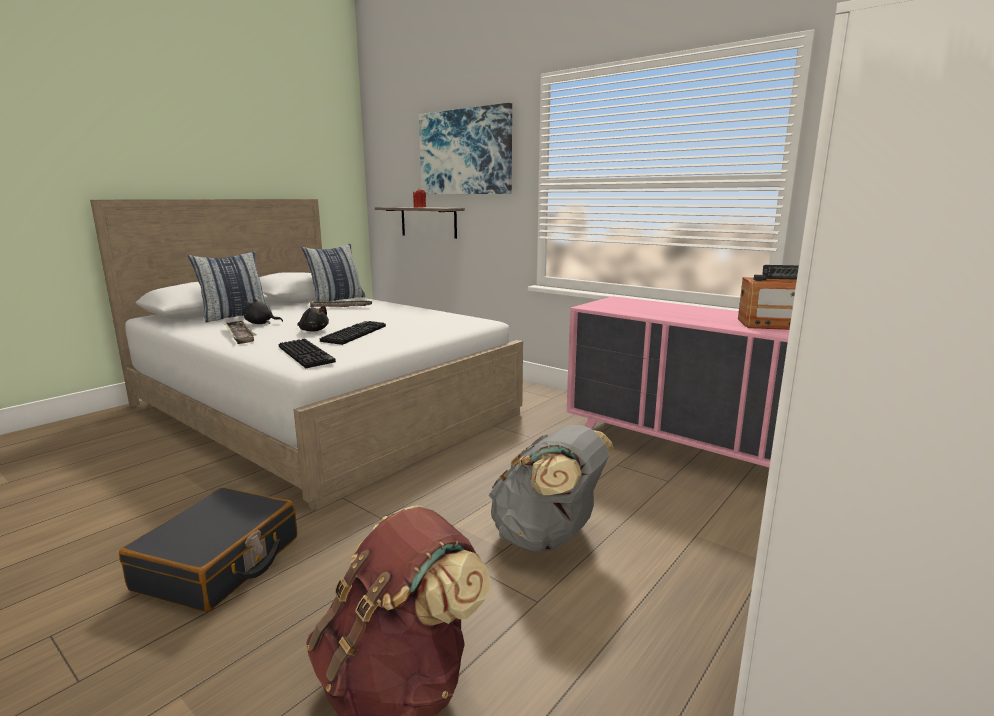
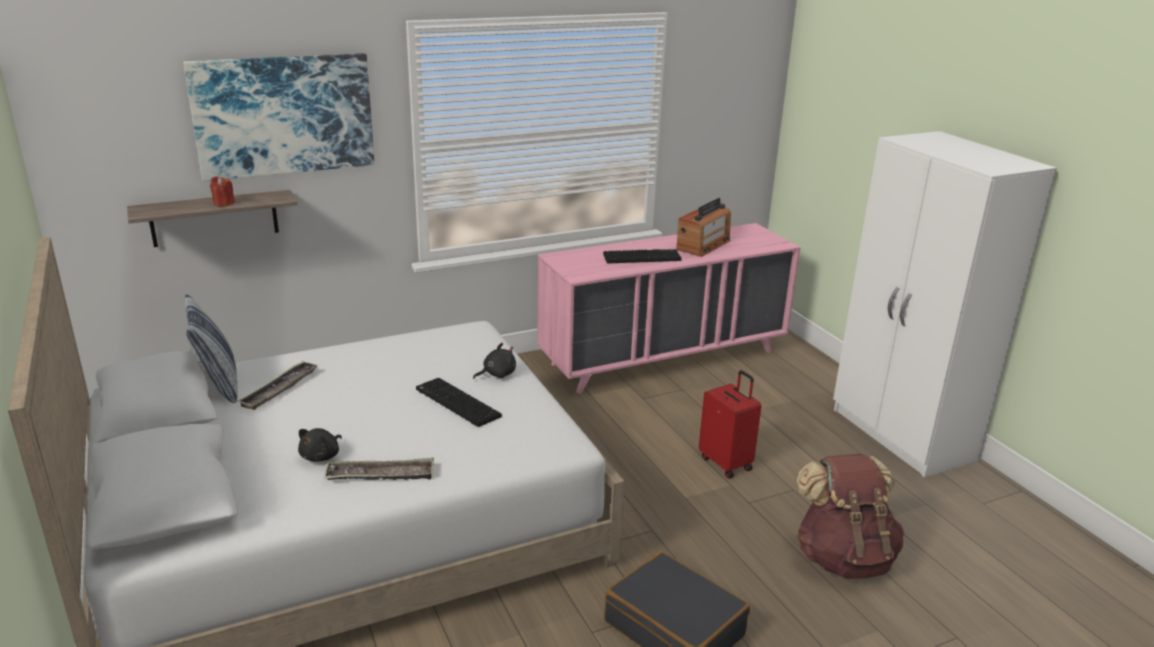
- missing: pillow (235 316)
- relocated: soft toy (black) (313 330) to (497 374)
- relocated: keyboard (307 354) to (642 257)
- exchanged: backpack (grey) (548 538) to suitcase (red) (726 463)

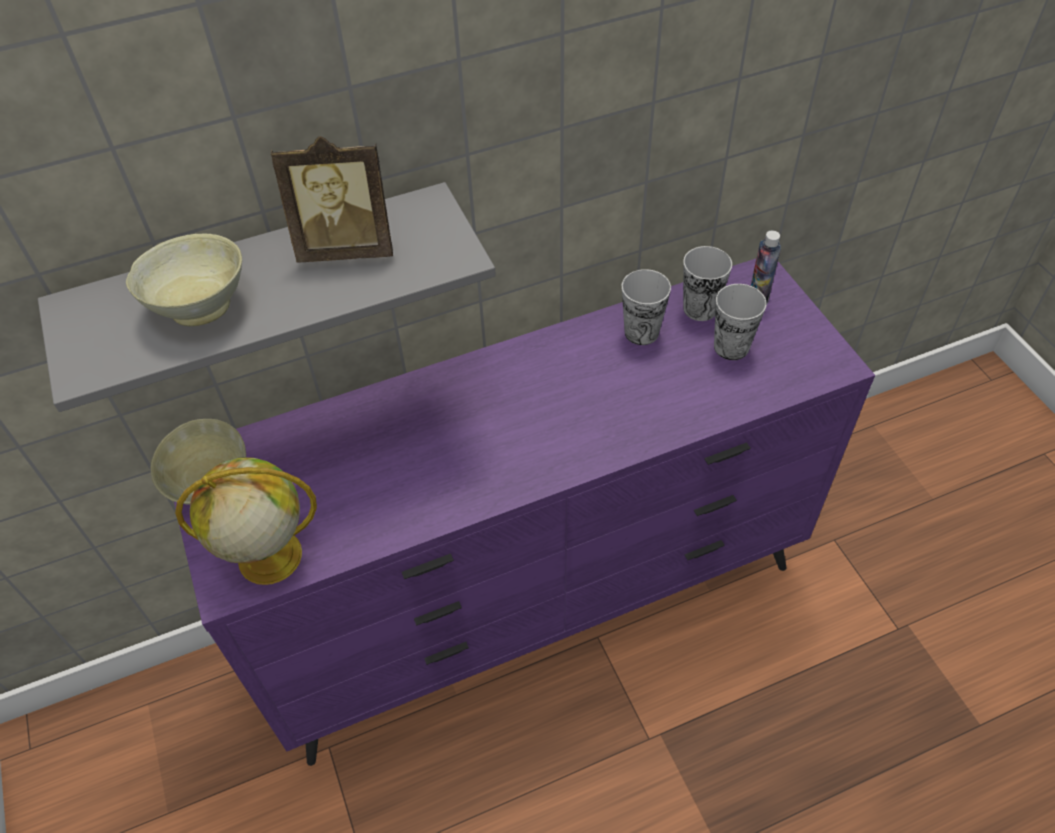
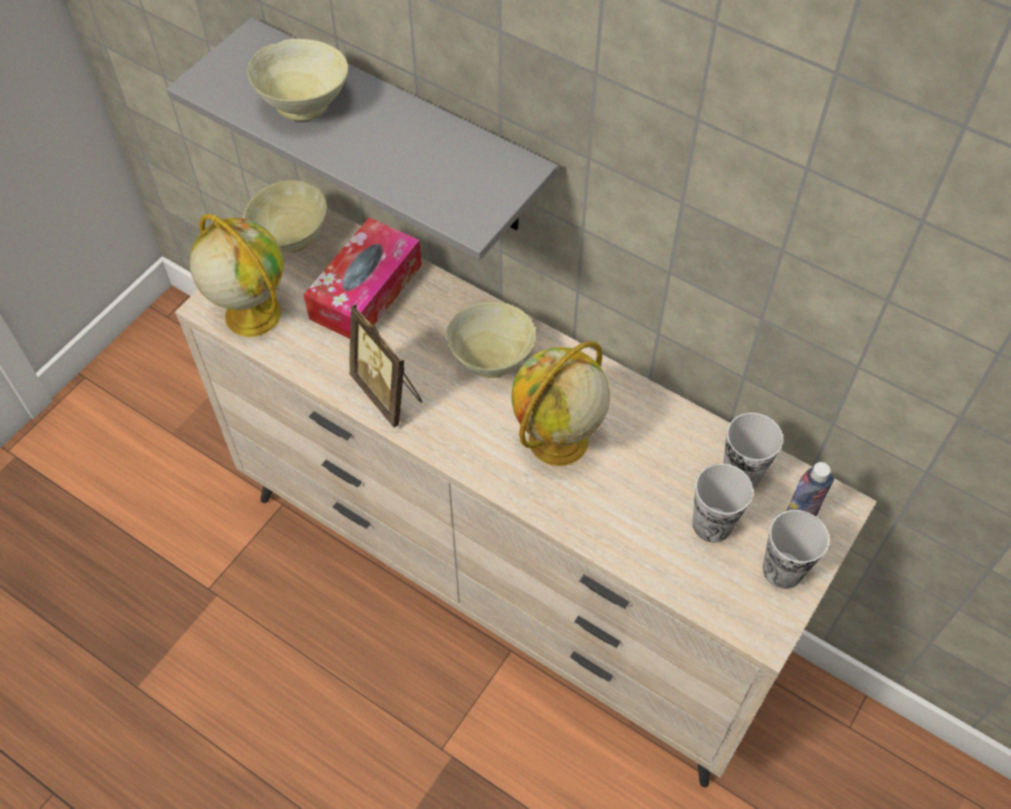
- relocated: photo frame (347 248) to (388 393)
- colour: chest of drawers (purple) (537 604) to chest of drawers (sand-coloured) (508 582)
- relocated: cup (641 332) to (783 570)
- appeared: tissue holder (366 291)
- appeared: deep dish (sand-coloured) (492 358)
- appeared: desk globe (557 442)

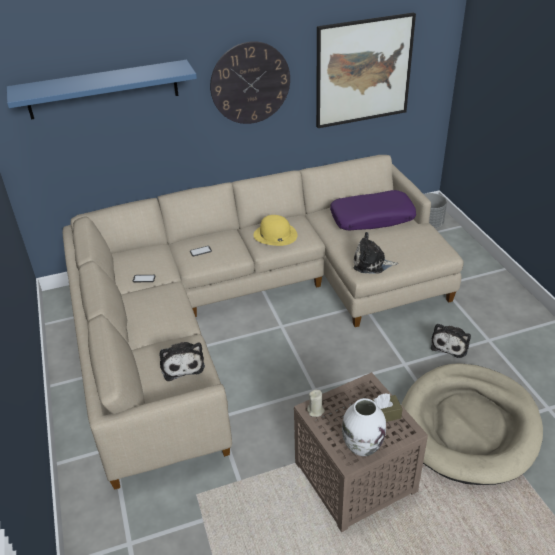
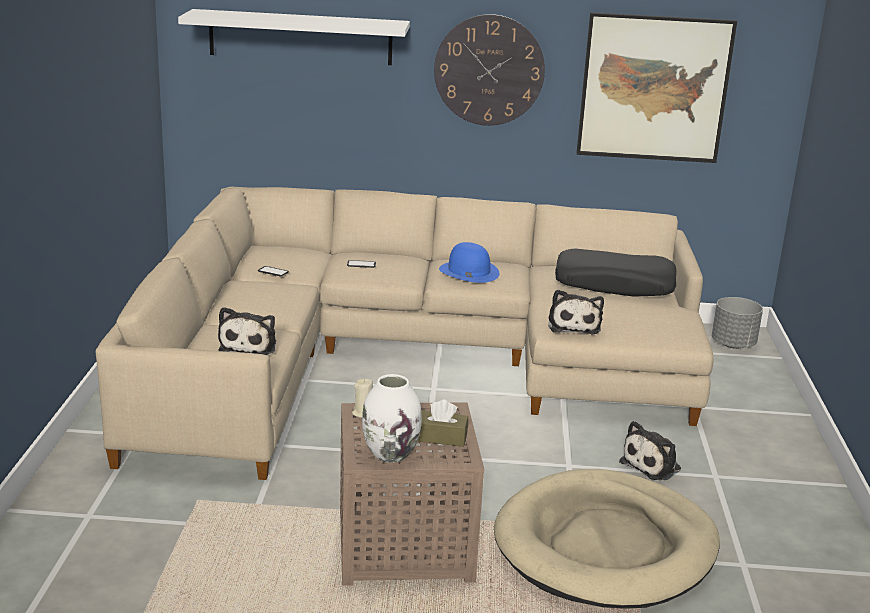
- colour: shelf (blue) (103 89) to shelf (whitish) (300 37)
- colour: pillow (purple) (372 218) to pillow (black) (614 285)
- colour: hat (yellow-coloured) (275 235) to hat (blue) (468 271)
- spun: soft toy (371 263) = (573 325) 120 degrees counterclockwise

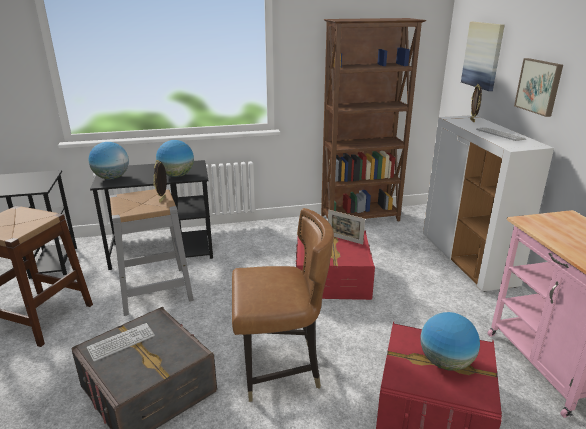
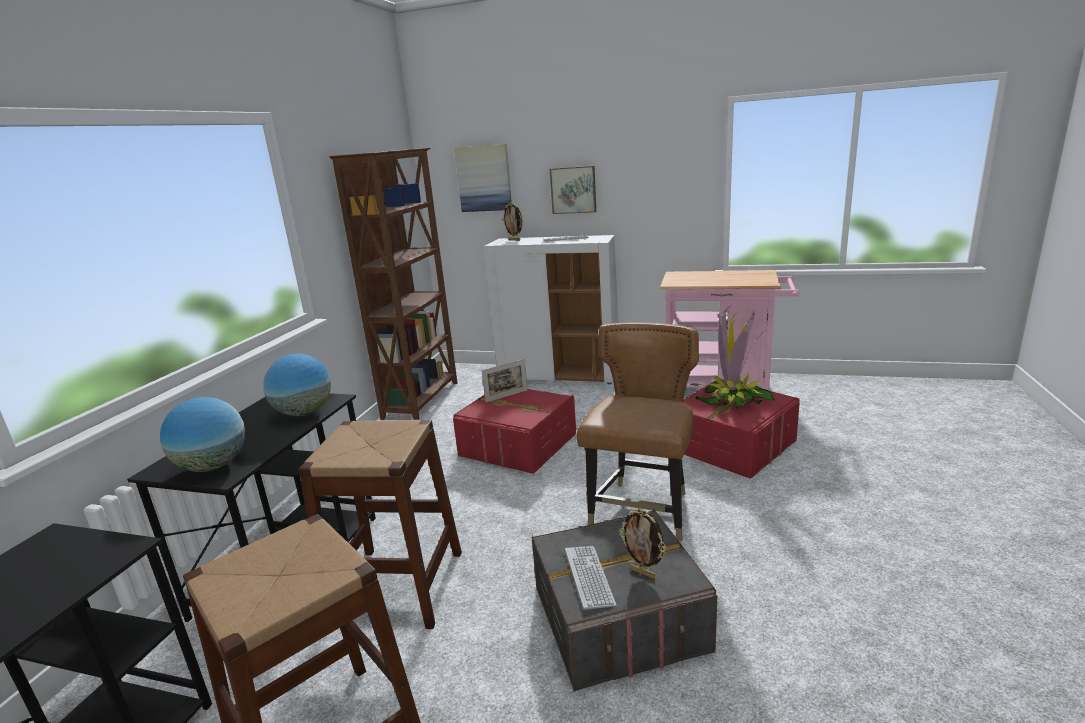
- relocated: photo frame (163 199) to (643 573)
- colour: stool (grey) (155 290) to stool (brownish) (397 586)
- exchanged: desk globe (445 362) to potted plant (733 400)

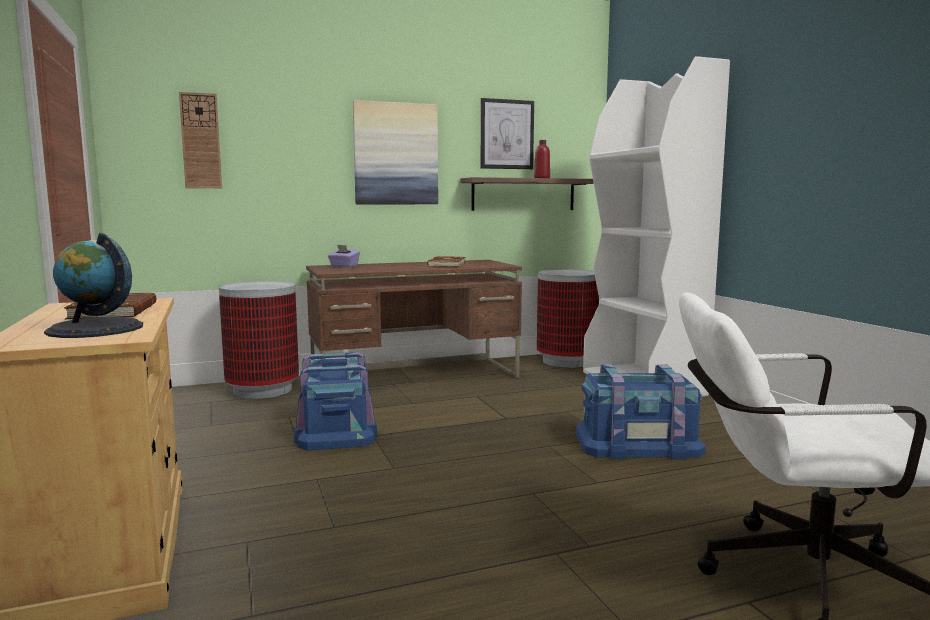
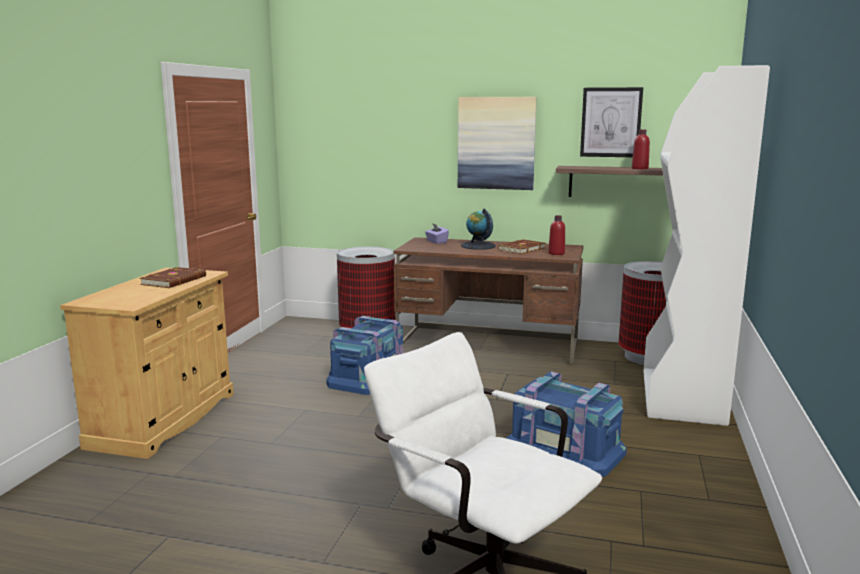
- missing: clock on the wall (201 141)
- relocated: desk globe (95 329) to (478 246)
- appeared: bottle (red) (556 253)

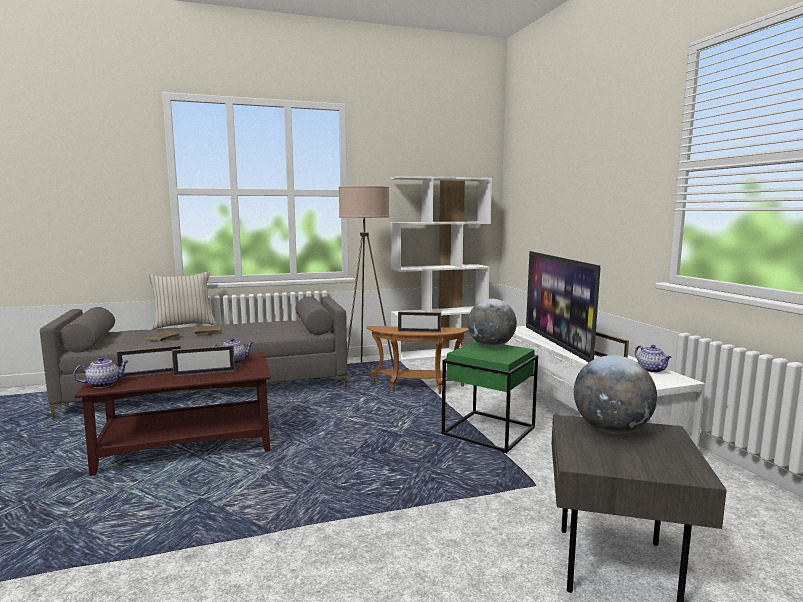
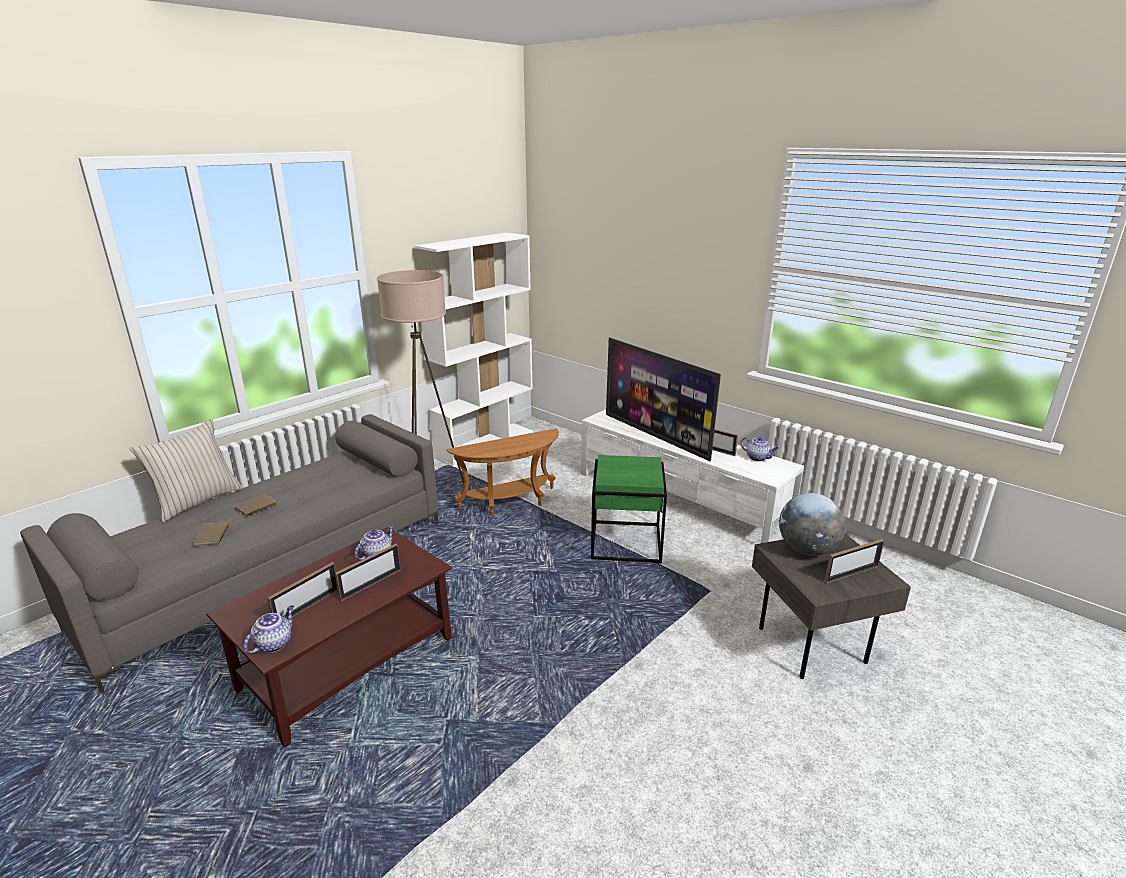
- missing: desk globe (491 346)
- relocated: photo frame (419 331) to (851 574)

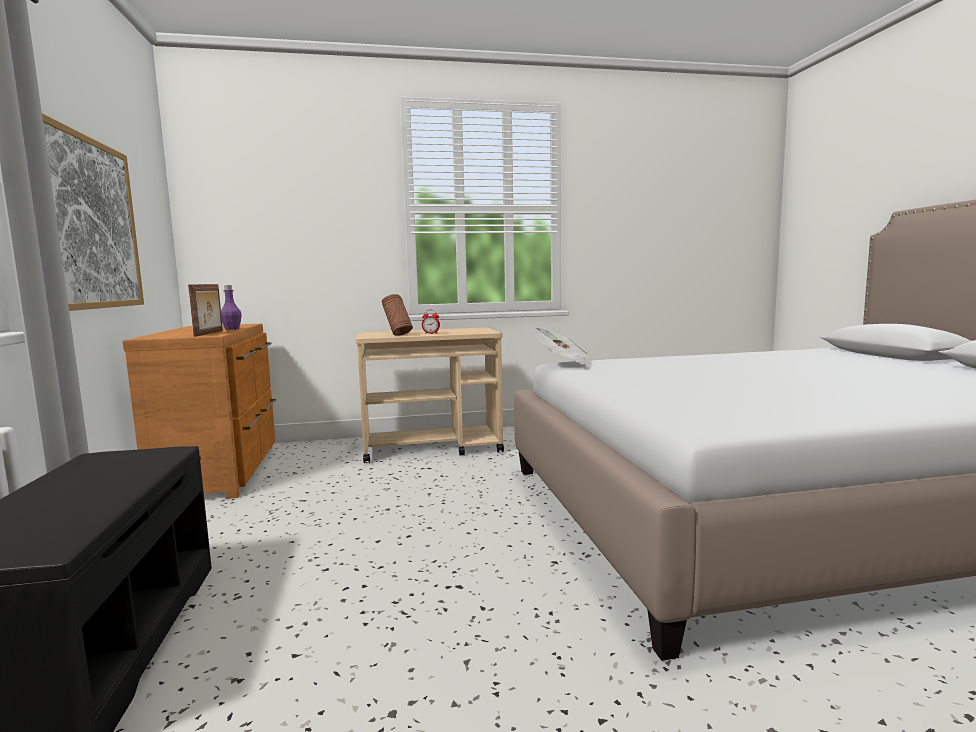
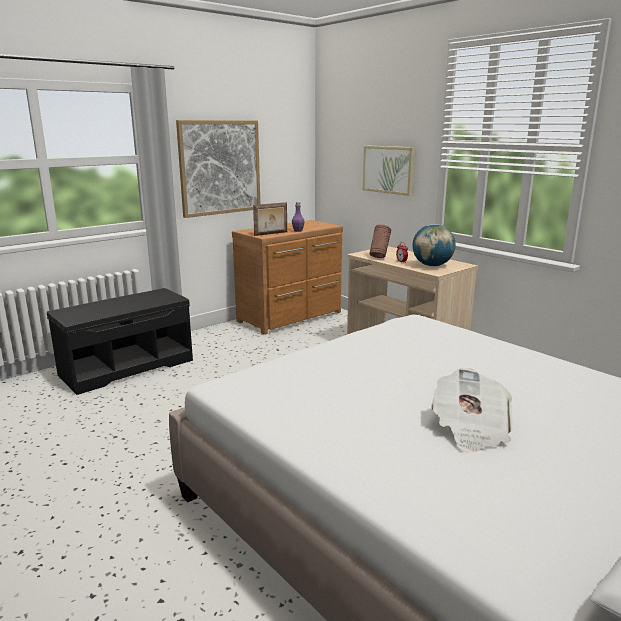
- relocated: printed paper (564 363) to (470 430)
- appeared: wall art (388 169)
- appeared: desk globe (432 265)

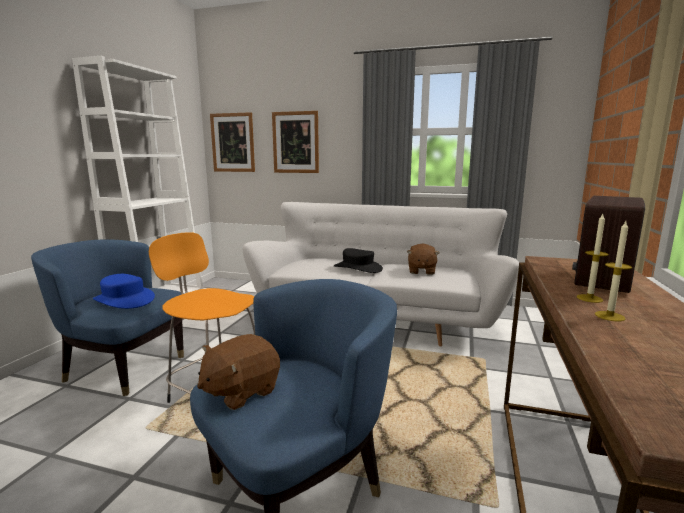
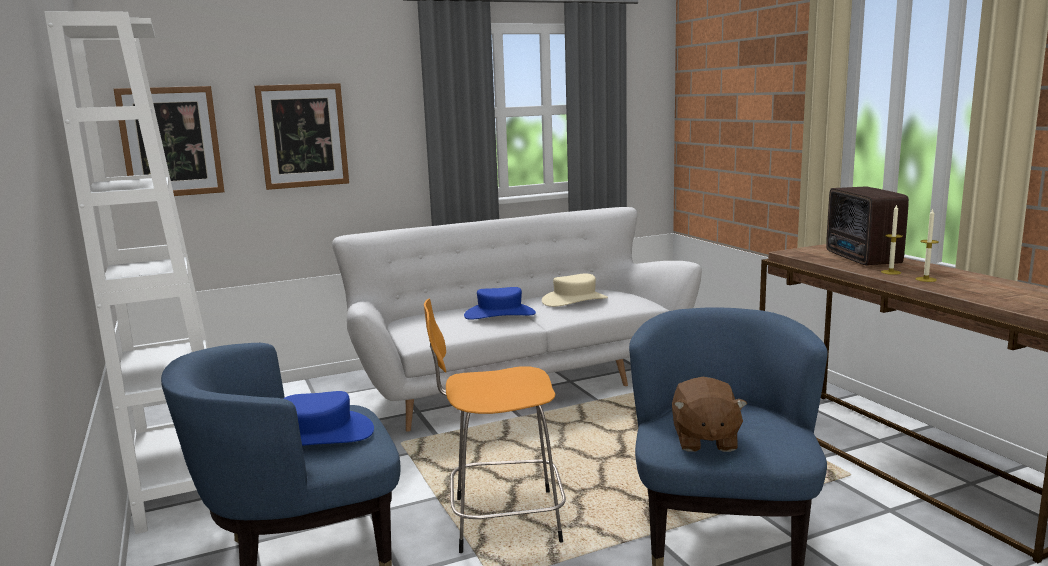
- exchanged: soft toy (brownish) (421 271) to hat (sand-coloured) (574 300)
- colour: hat (black) (358 268) to hat (blue) (500 314)

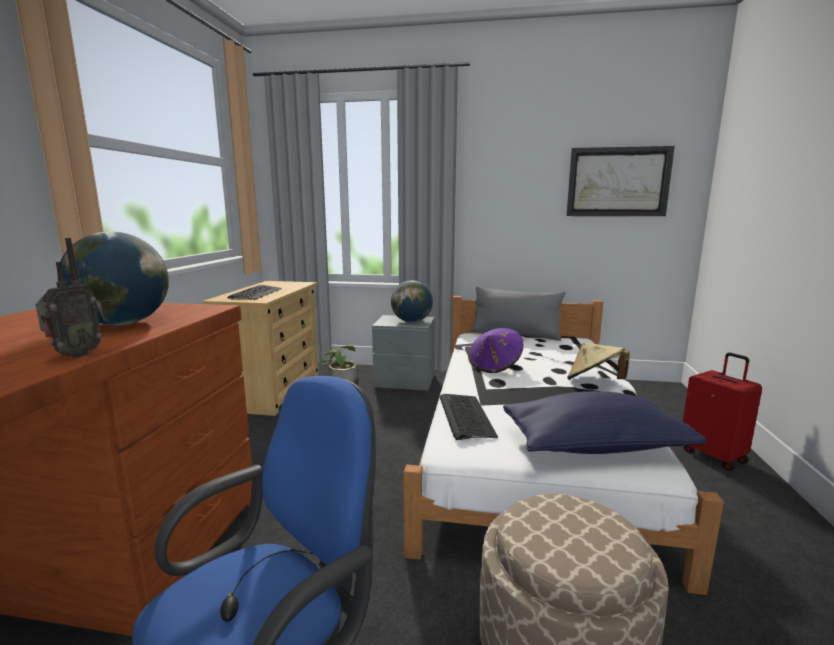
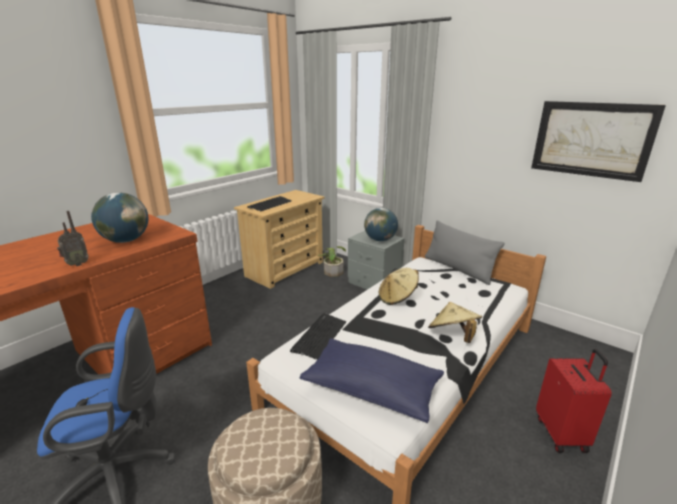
- colour: hat (purple) (495 366) to hat (sand-coloured) (397 298)

